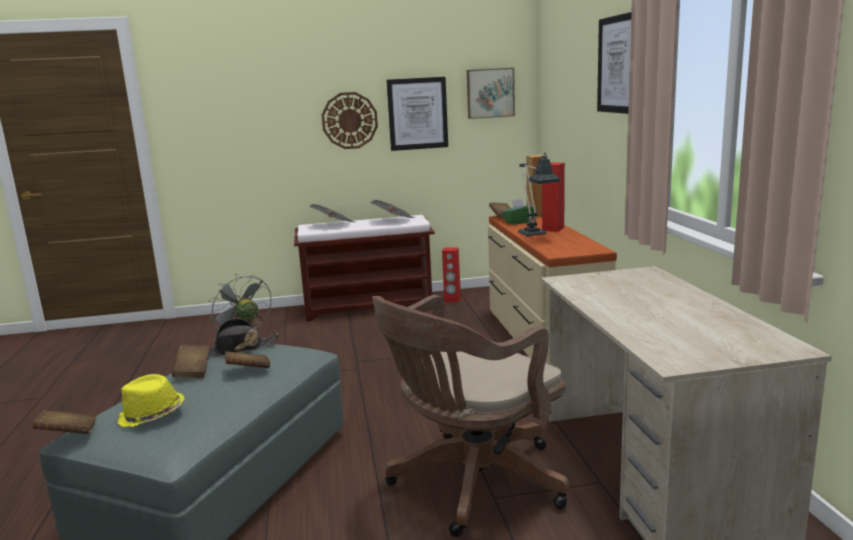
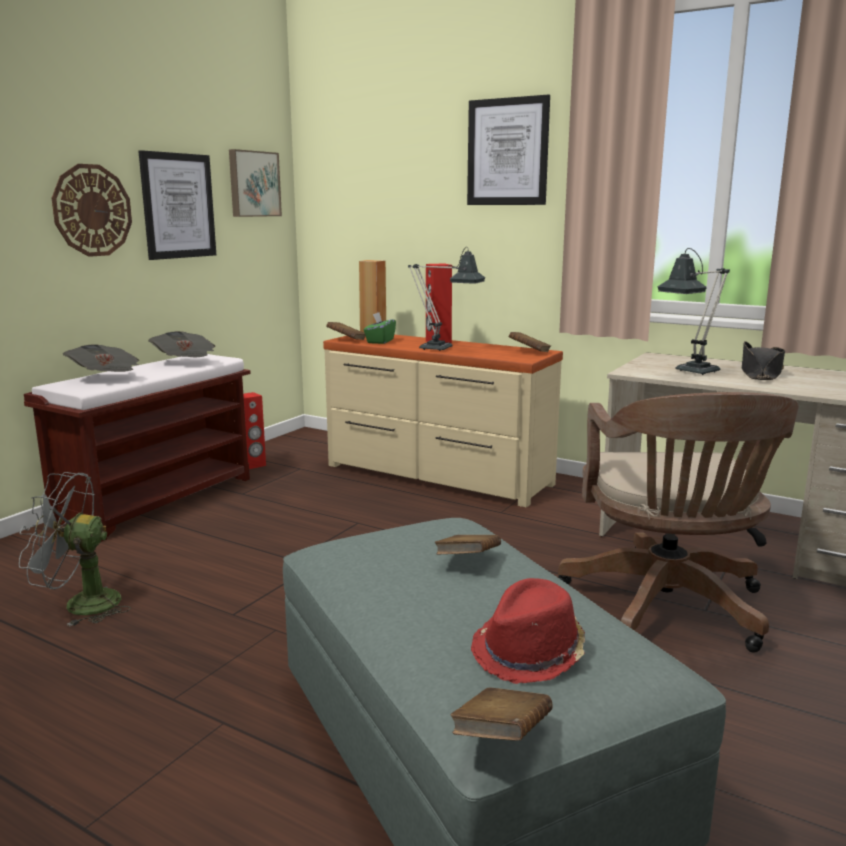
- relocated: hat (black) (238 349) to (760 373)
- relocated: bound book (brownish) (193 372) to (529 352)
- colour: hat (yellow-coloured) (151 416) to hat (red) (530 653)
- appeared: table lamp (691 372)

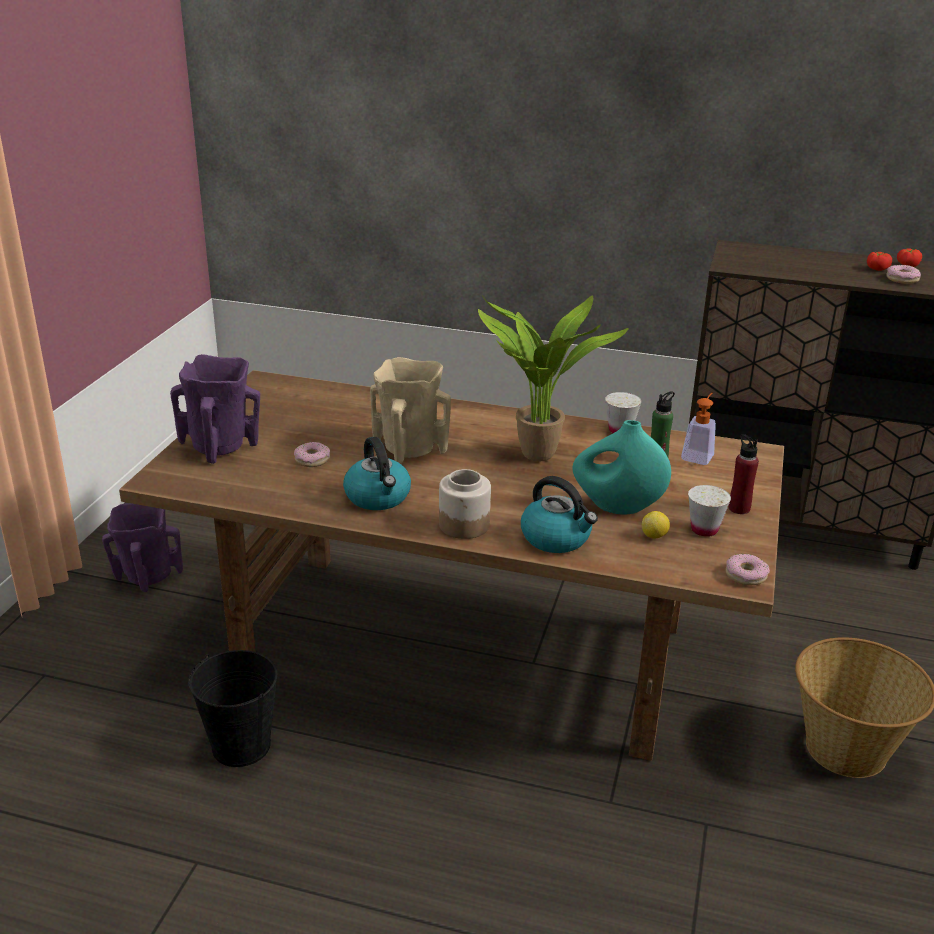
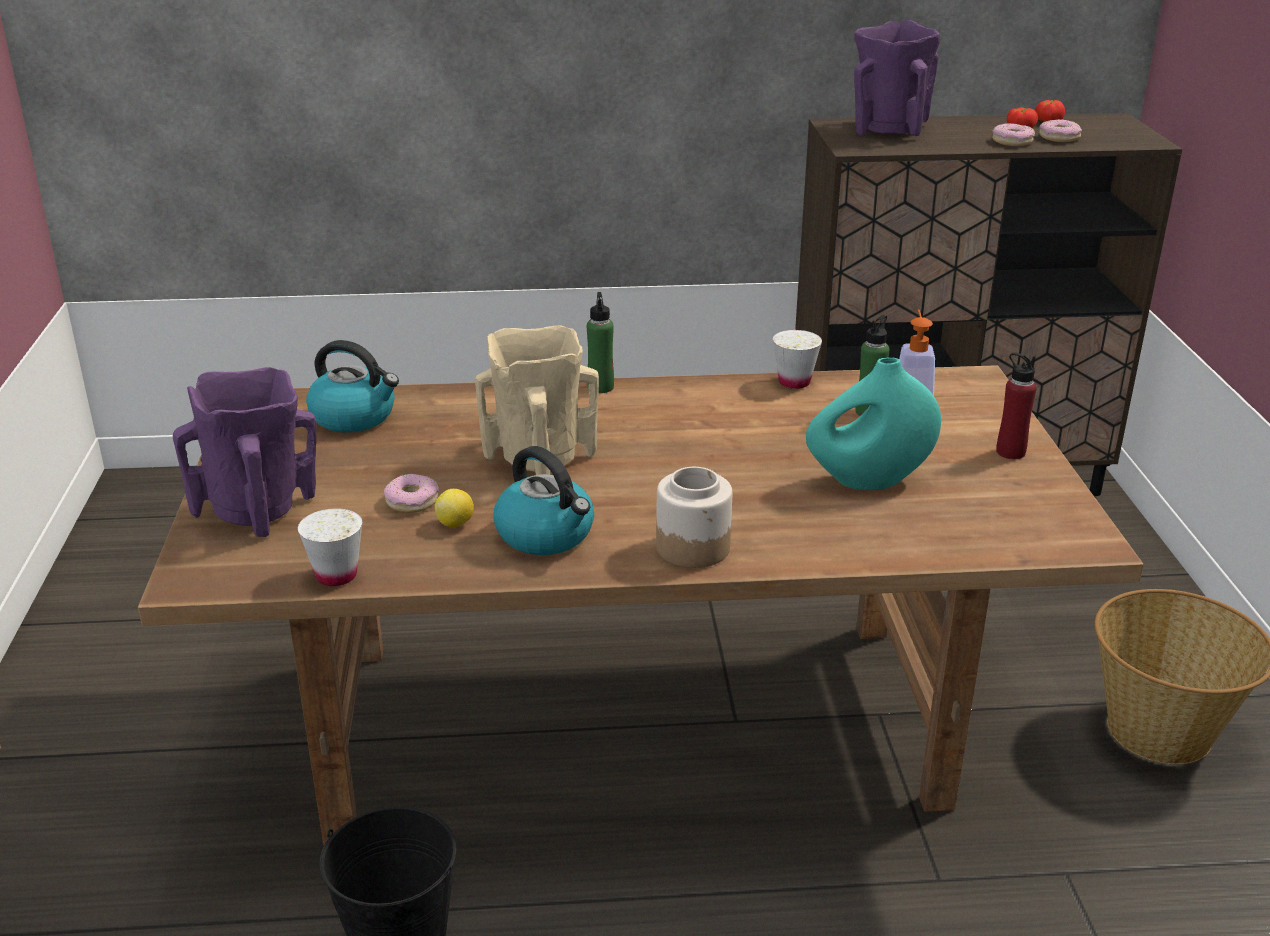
- missing: potted plant (539 458)
- relocated: water kettle (557 538) to (355 417)
- relocated: cup (whitish) (704 529) to (336 575)
- relocated: flower vase (purple) (146 576) to (888 130)
- relocated: citrus fruit (654 536) to (455 523)
- relocated: doughnut (746 575) to (1012 141)
- appeared: bottle (green) (600 387)

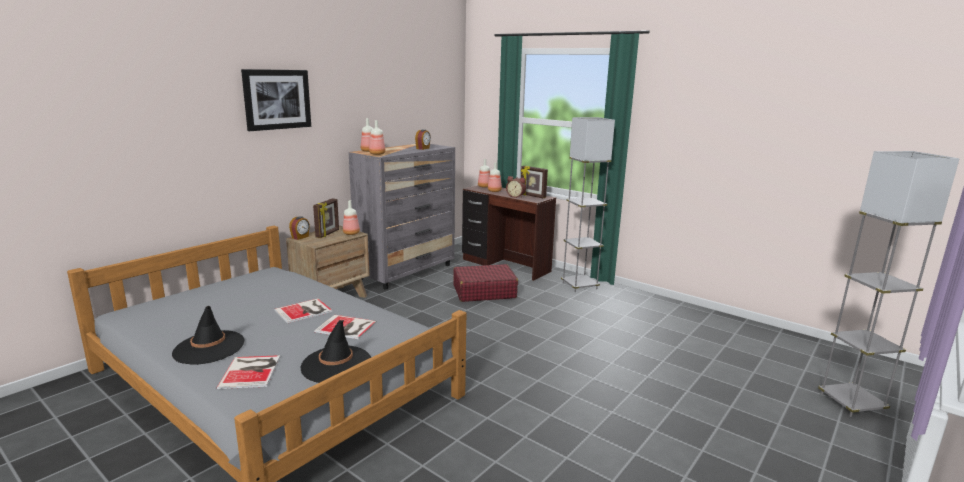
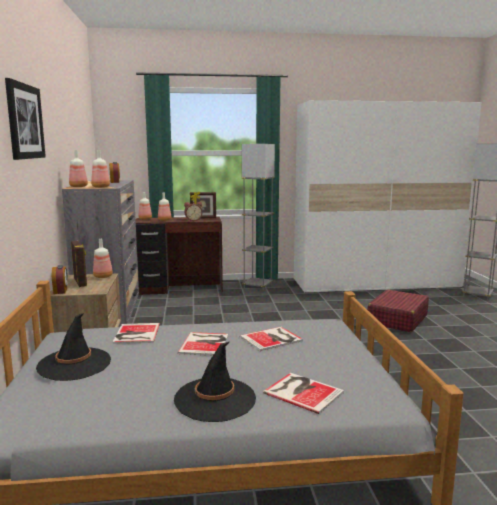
- relocated: suitcase (red) (484 292) to (397 319)
- relocated: hat (black) (336 364) to (74 364)
- appeared: wardrobe (whitish) (376 283)
- appeared: bound book (135 334)

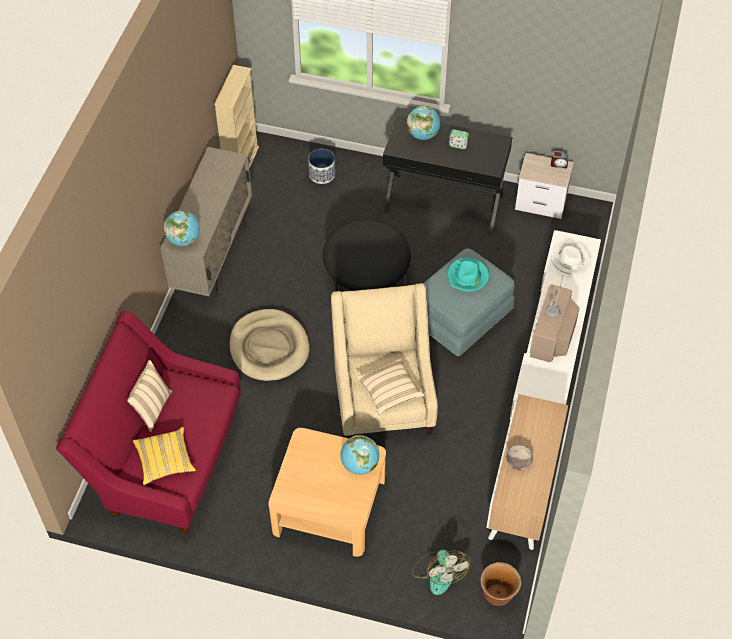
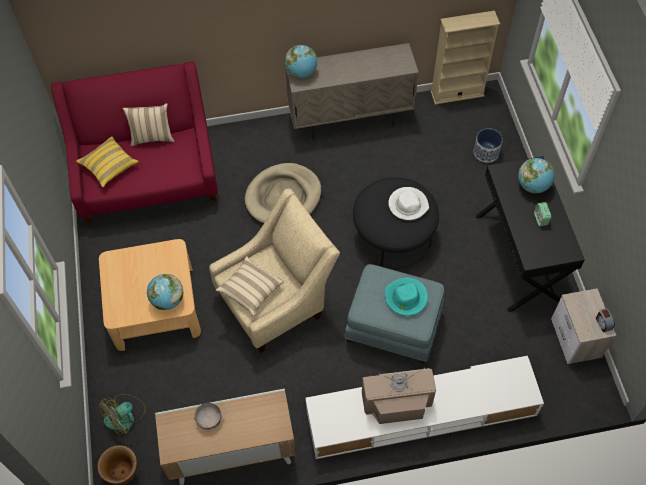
- relocated: hat (whitish) (570 260) to (408 205)

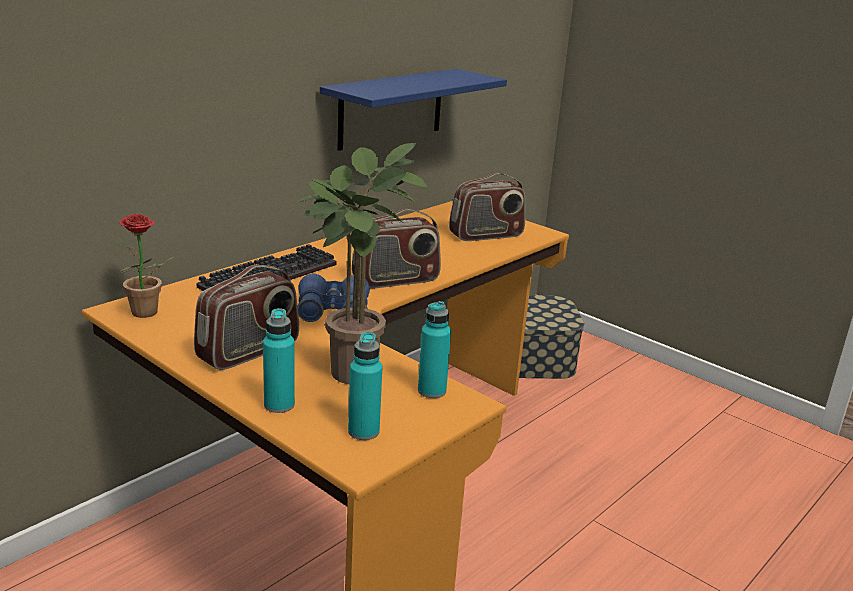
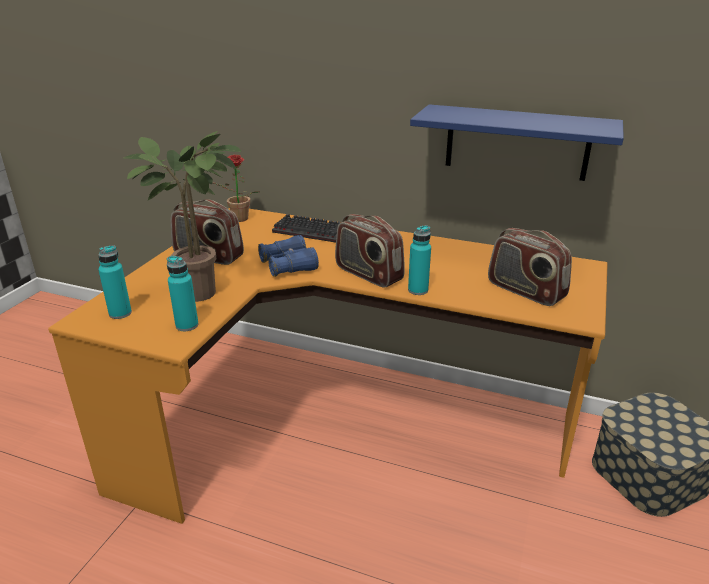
- relocated: bottle (turquoise) (279 405) to (418 290)

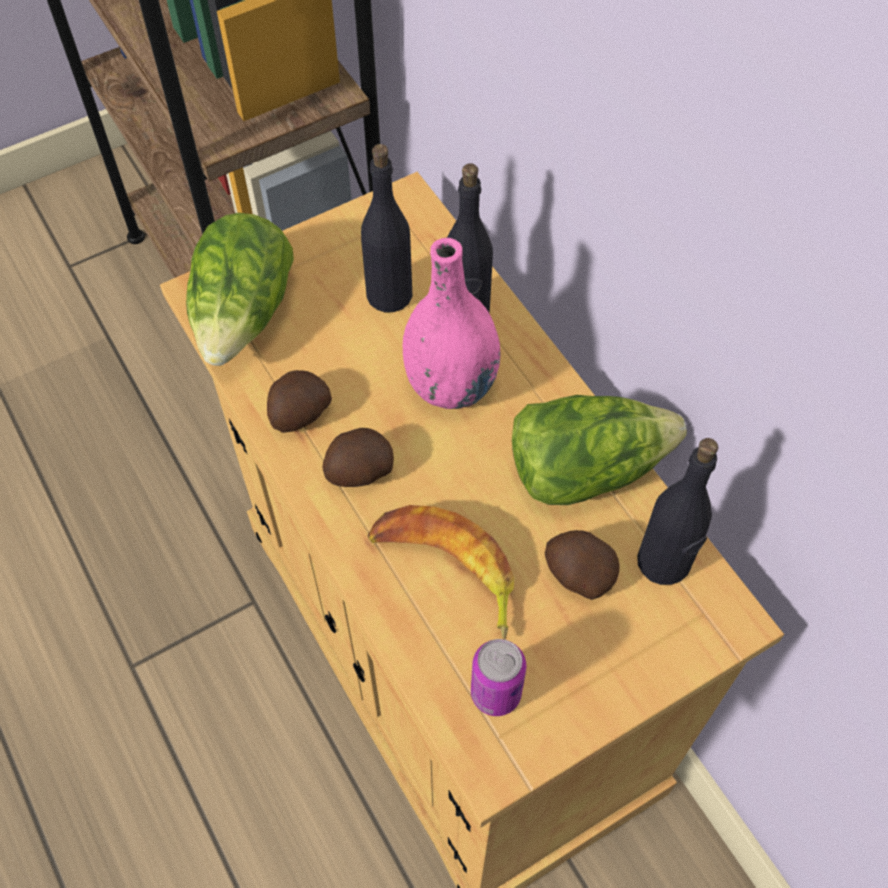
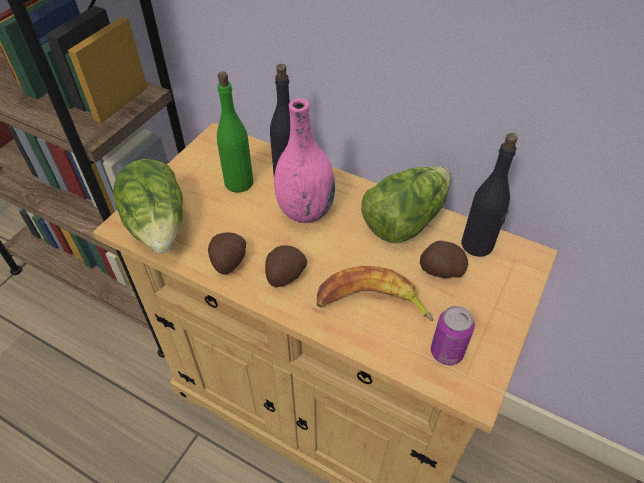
- colour: bottle (black) (390 294) to bottle (green) (239 182)

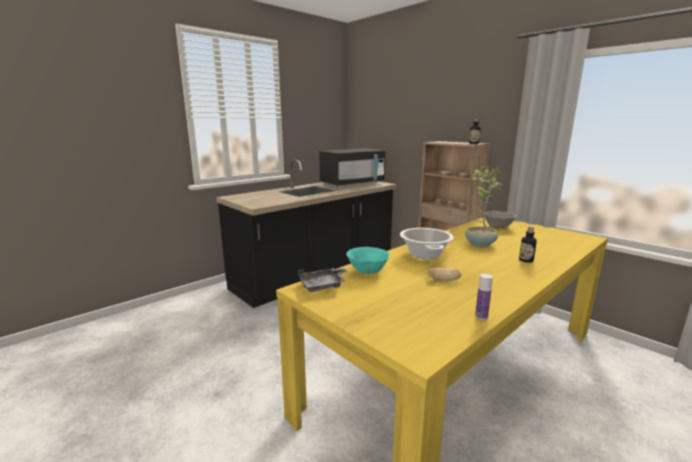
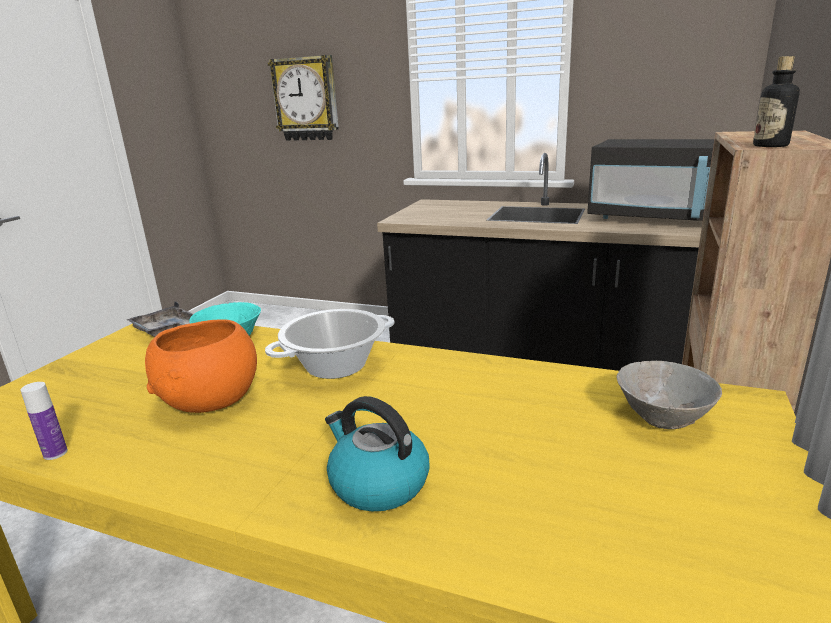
- missing: potted plant (479 244)
- exchanged: bottle (526 260) to water kettle (377 483)
- exchanged: bakery bread (443 280) to deep dish (orangey) (209 401)
- appeared: clock on the wall (306 99)

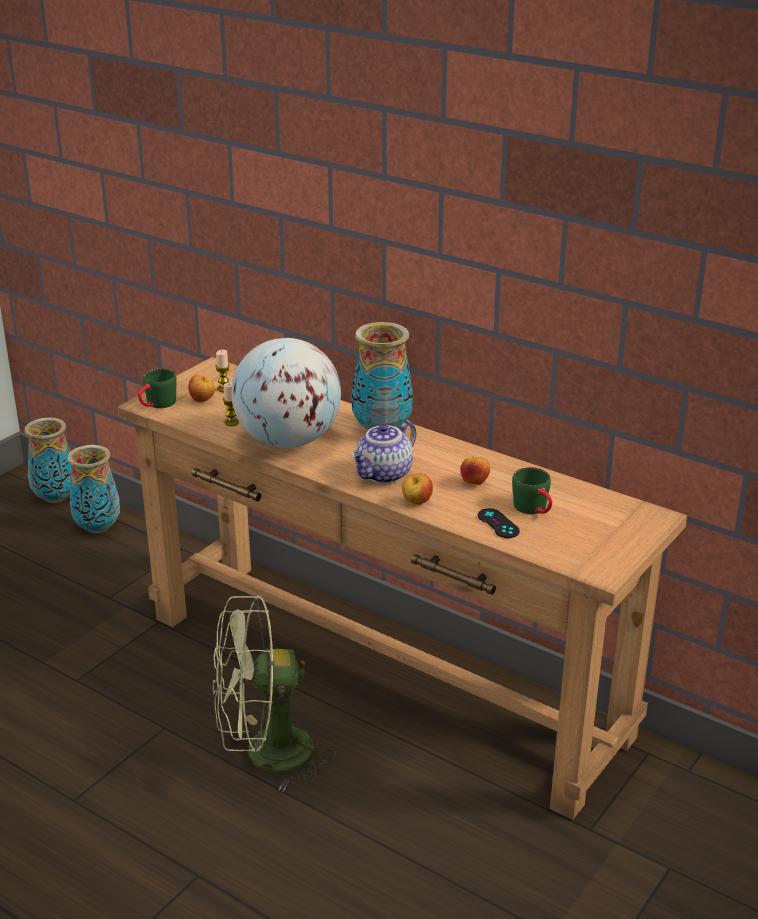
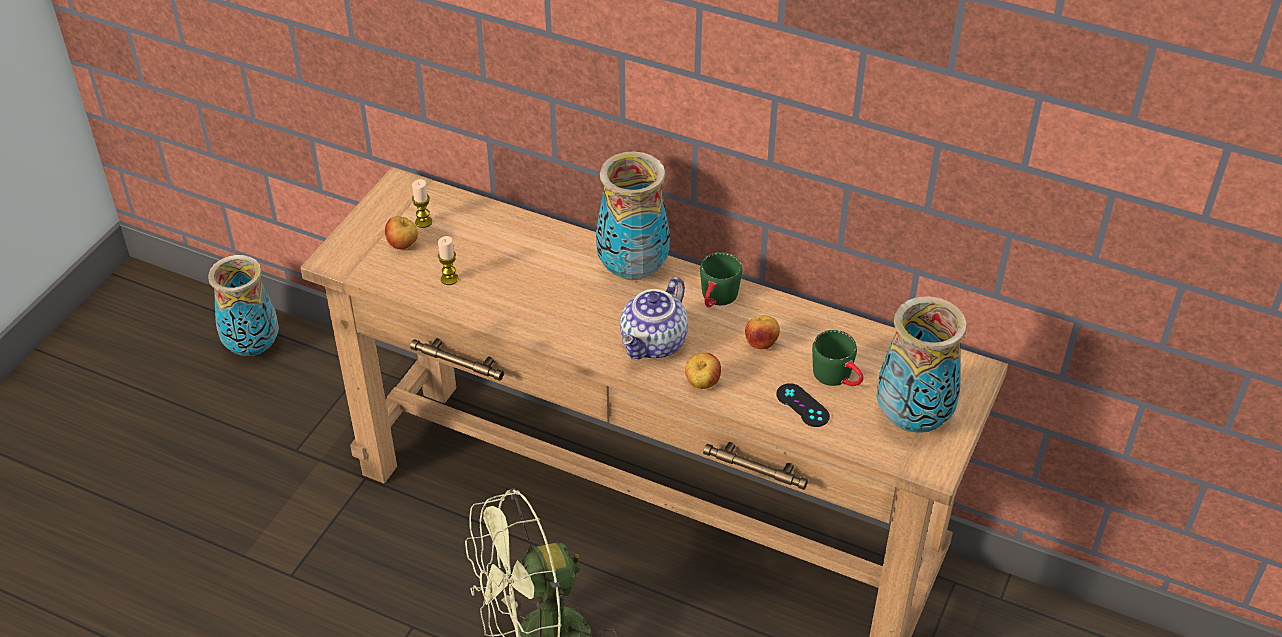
- missing: desk globe (288 441)
- relocated: tea mug (green) (157 405) to (717 299)
- relocated: flower vase (55 498) to (912 420)

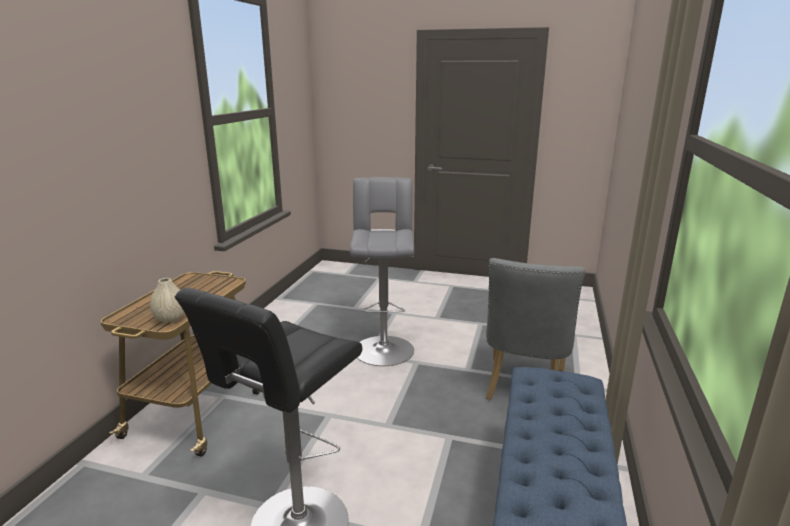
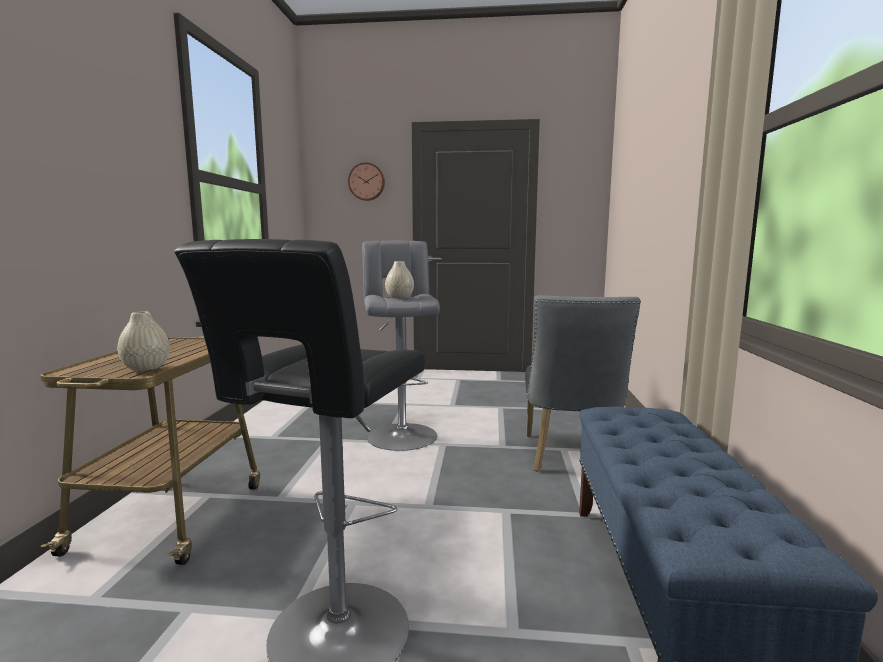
- appeared: clock on the wall (366 182)
- appeared: flower vase (sand-coloured) (399 297)

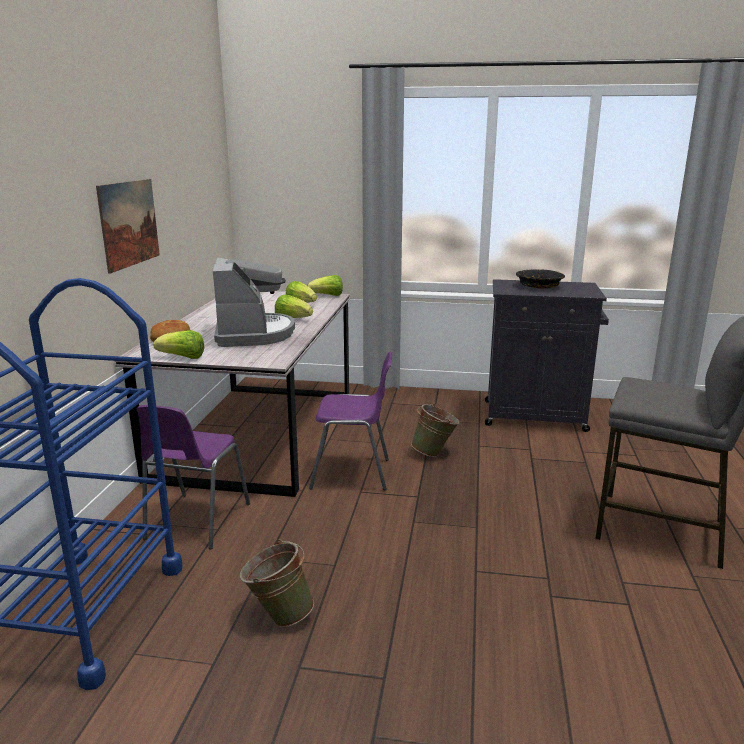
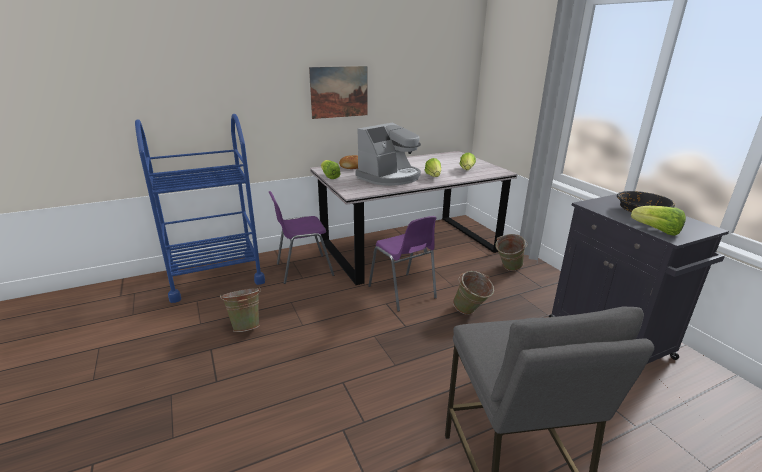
- relocated: lettuce head (327 296) to (657 231)
- appeared: water bucket (green) (507 269)

